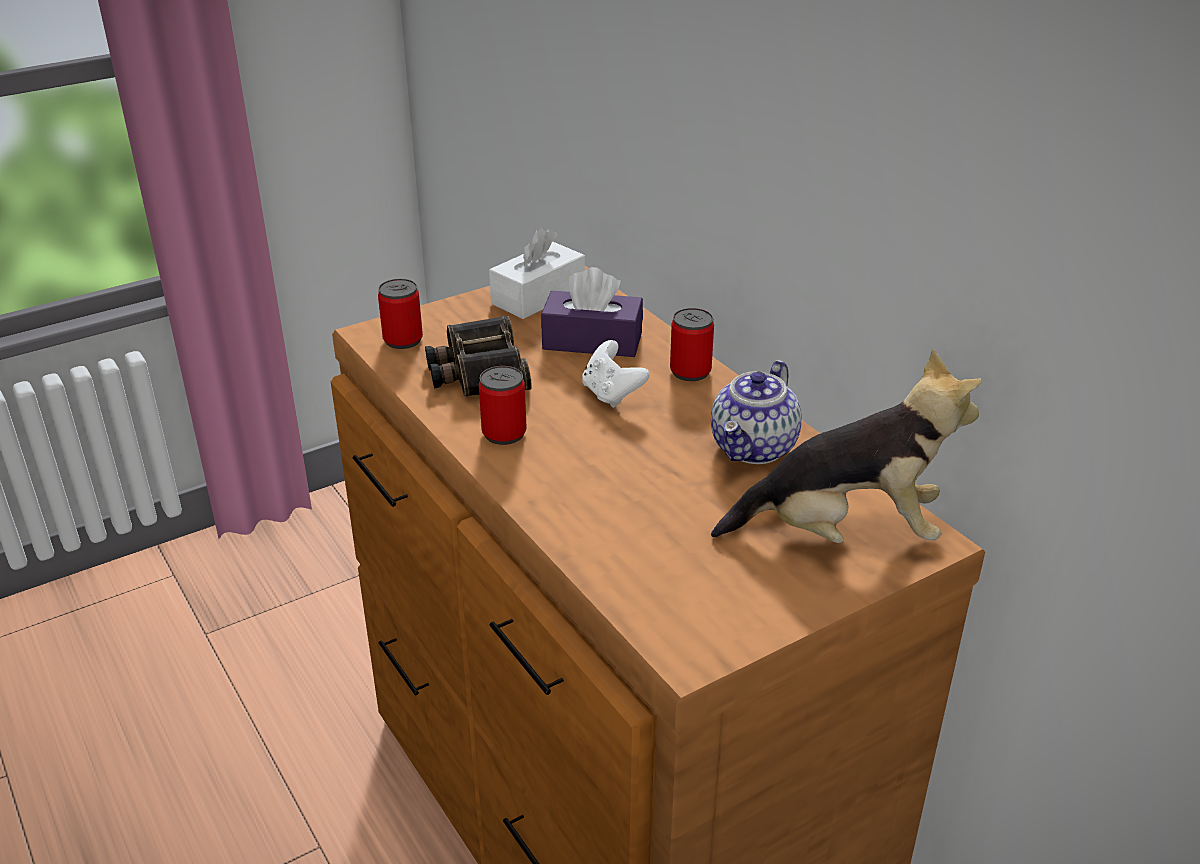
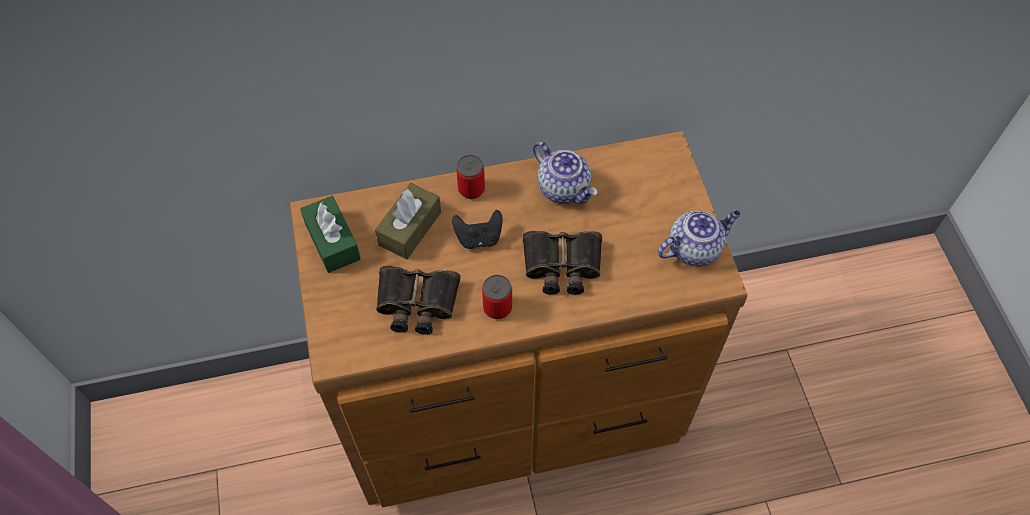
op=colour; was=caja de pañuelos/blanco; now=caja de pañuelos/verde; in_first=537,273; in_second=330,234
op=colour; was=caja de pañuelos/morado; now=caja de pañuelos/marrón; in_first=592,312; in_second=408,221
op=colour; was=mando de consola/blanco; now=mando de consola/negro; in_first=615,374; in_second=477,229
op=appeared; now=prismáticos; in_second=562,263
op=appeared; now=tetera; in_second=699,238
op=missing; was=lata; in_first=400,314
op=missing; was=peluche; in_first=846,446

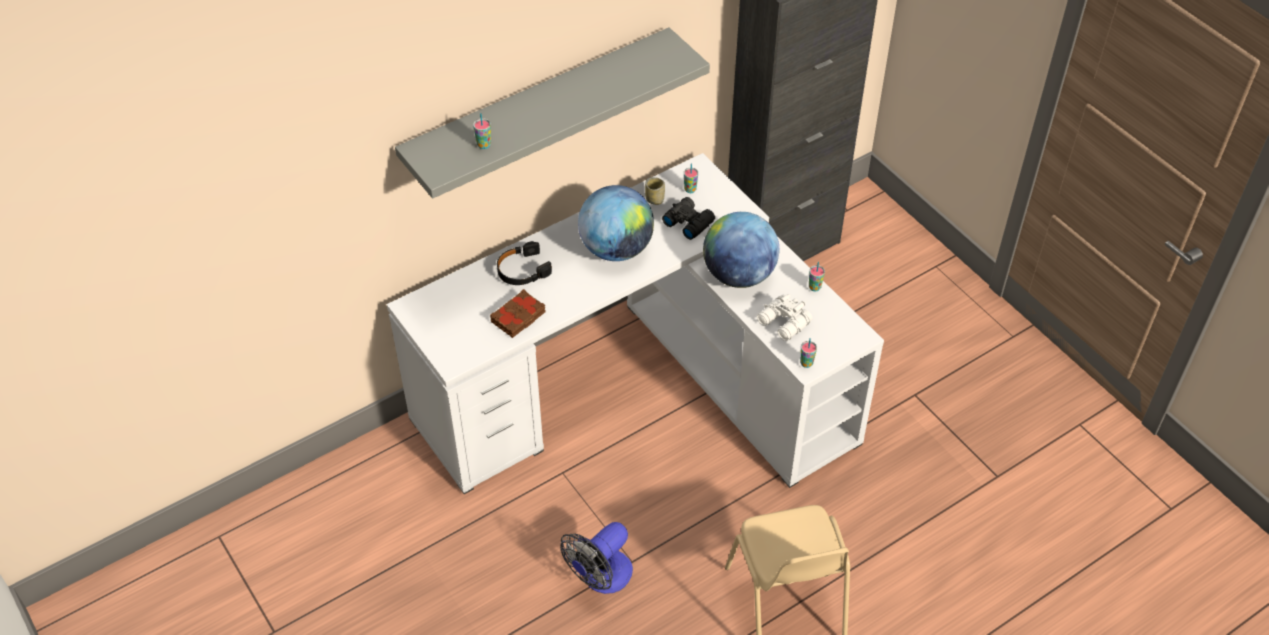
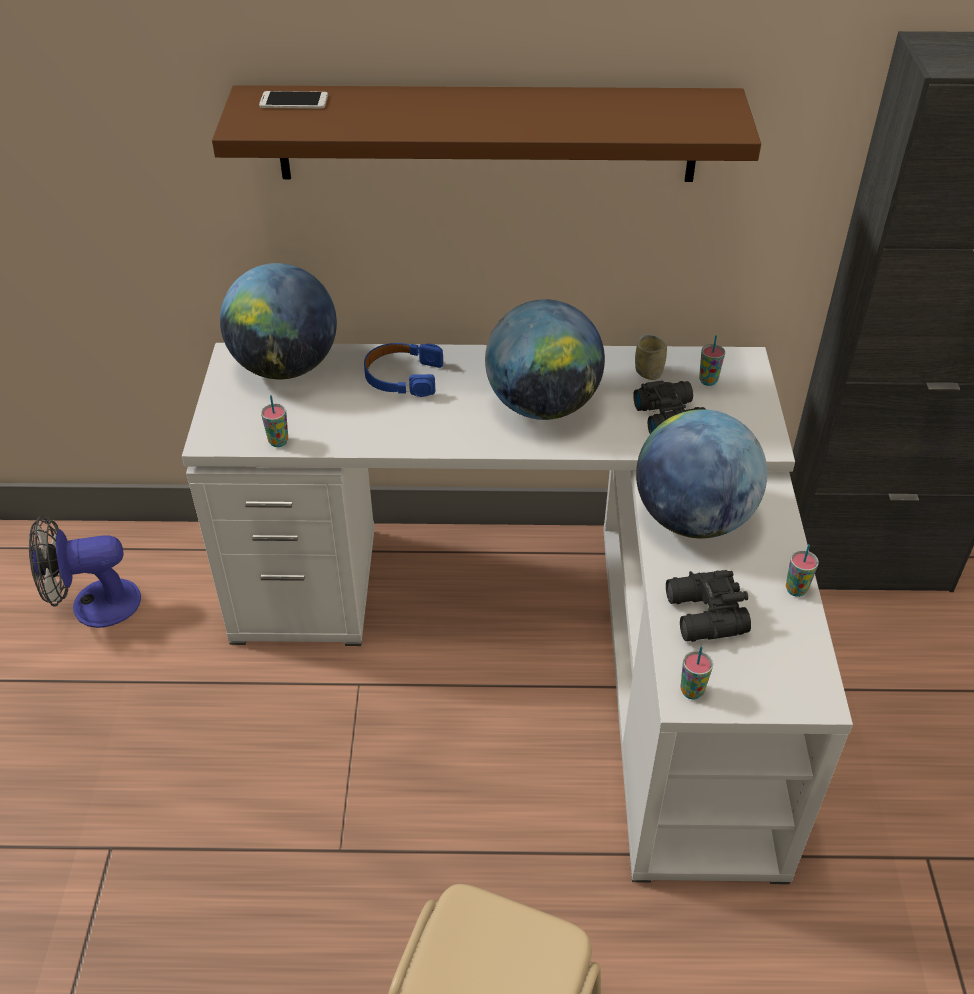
op=relocated; was=ventilador; in_first=596,558; in_second=85,572
op=colour; was=estante/gris; now=estante/marrón; in_first=552,113; in_second=486,133
op=appeared; now=globo terráqueo; in_second=278,321
op=appeared; now=móvil; in_second=293,100
op=relocated; was=taza; in_first=482,131; in_second=274,421
op=colour; was=auriculares/negro; now=auriculares/azul; in_first=524,263; in_second=403,370
op=colour; was=prismáticos/blanco; now=prismáticos/negro; in_first=784,317; in_second=708,606
op=missing; was=libro/marrón; in_first=517,313

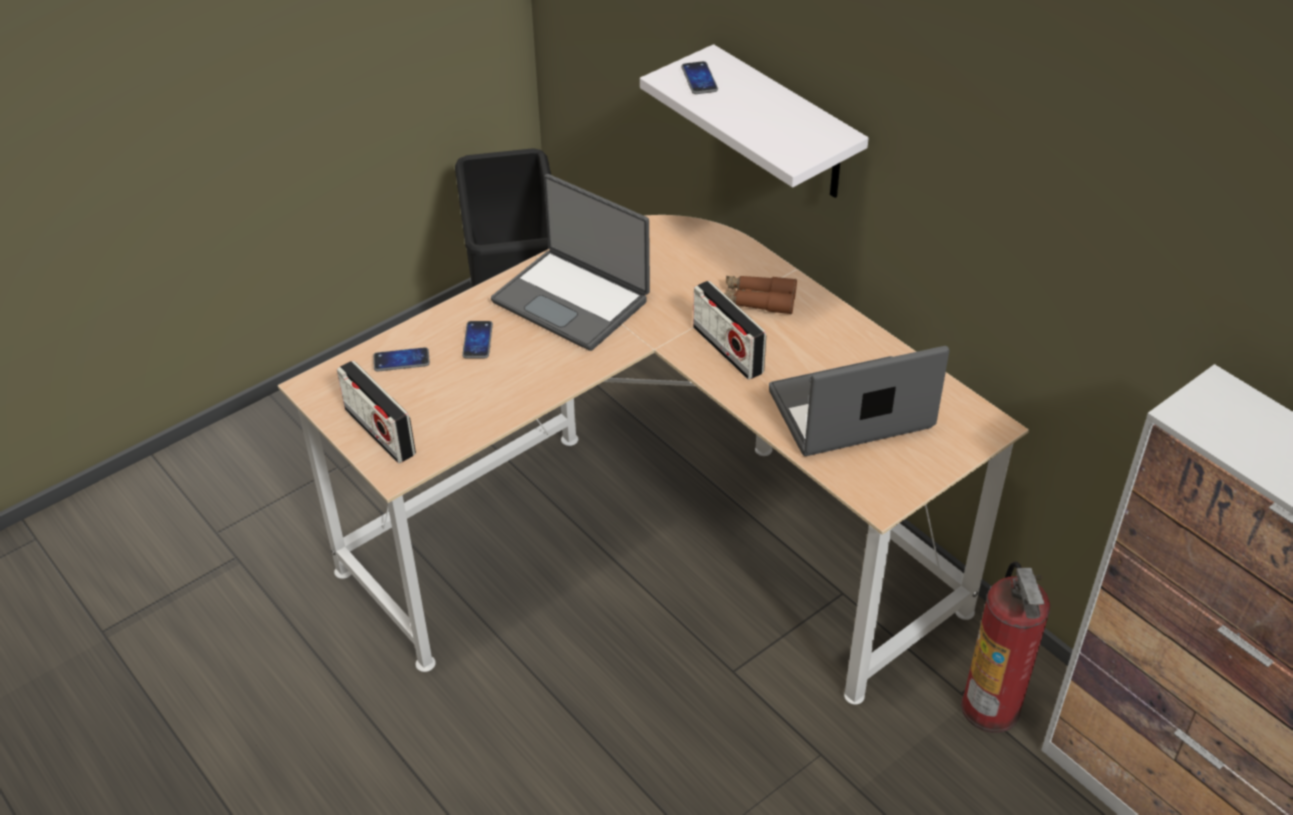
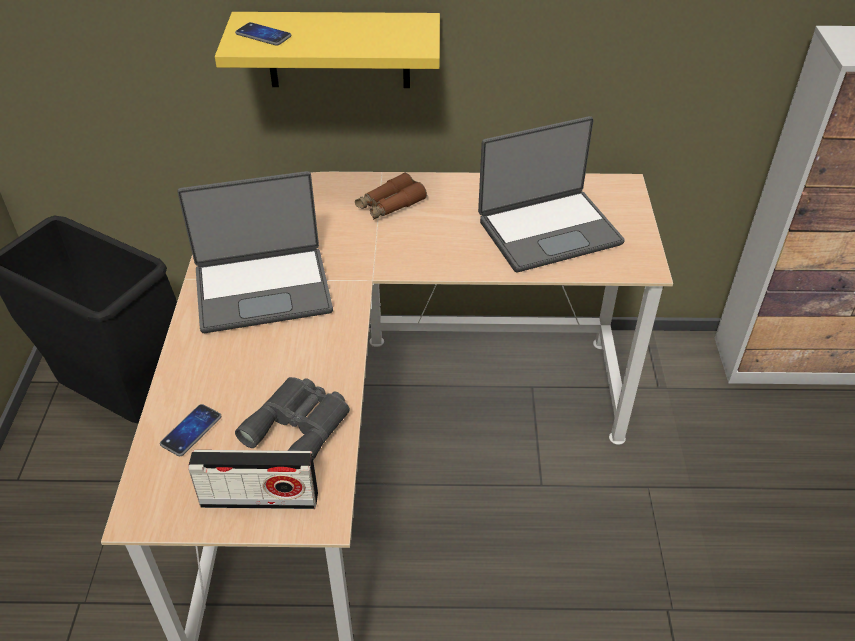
op=colour; was=estante/blanco; now=estante/amarillo; in_first=754,121; in_second=327,50
op=appeared; now=prismáticos/gris; in_second=292,419
op=spun; was=portátil; in_first=859,401; in_second=551,194; clockwise=-135
op=missing; was=móvil; in_first=477,339
op=missing; was=radio; in_first=729,330
op=missing; was=extintor; in_first=1006,647

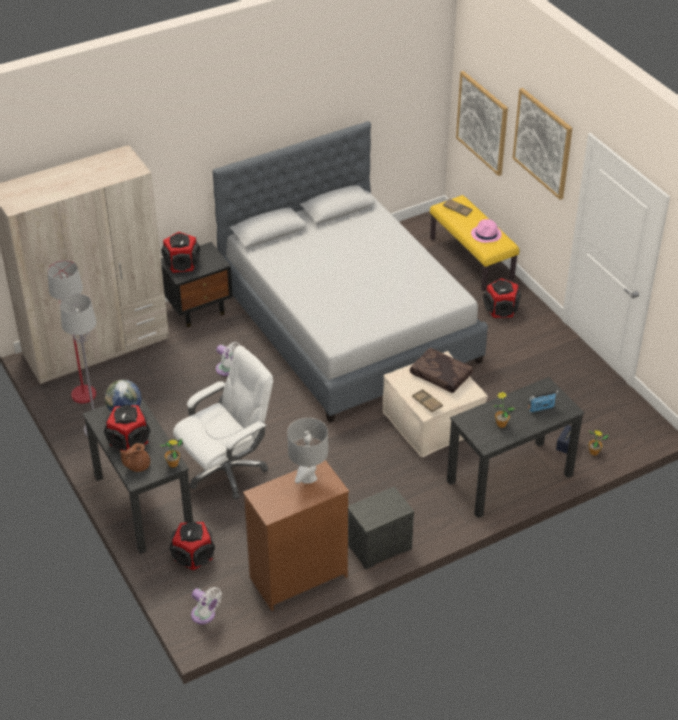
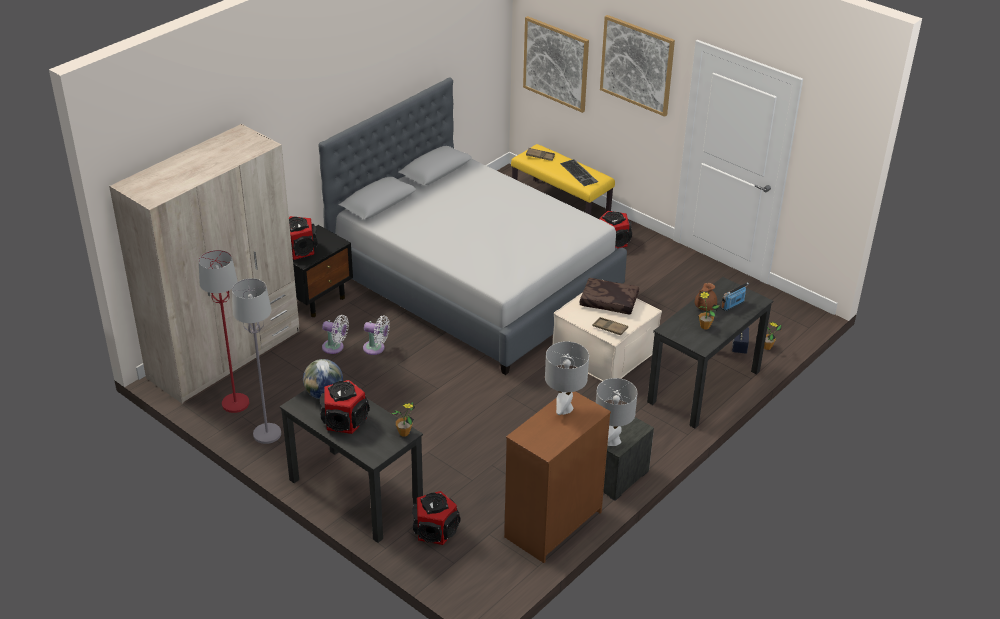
op=relocated; was=ventilador/blanco; in_first=206,605; in_second=335,334
op=exchanged; was=sombrero/rosa; now=teclado; in_first=486,231; in_second=579,172
op=appeared; now=lámpara de mesa/gris; in_second=616,412
op=relocated; was=tetera/marrón; in_first=135,457; in_second=706,297
op=missing; was=silla de oficina/blanco; in_first=223,422

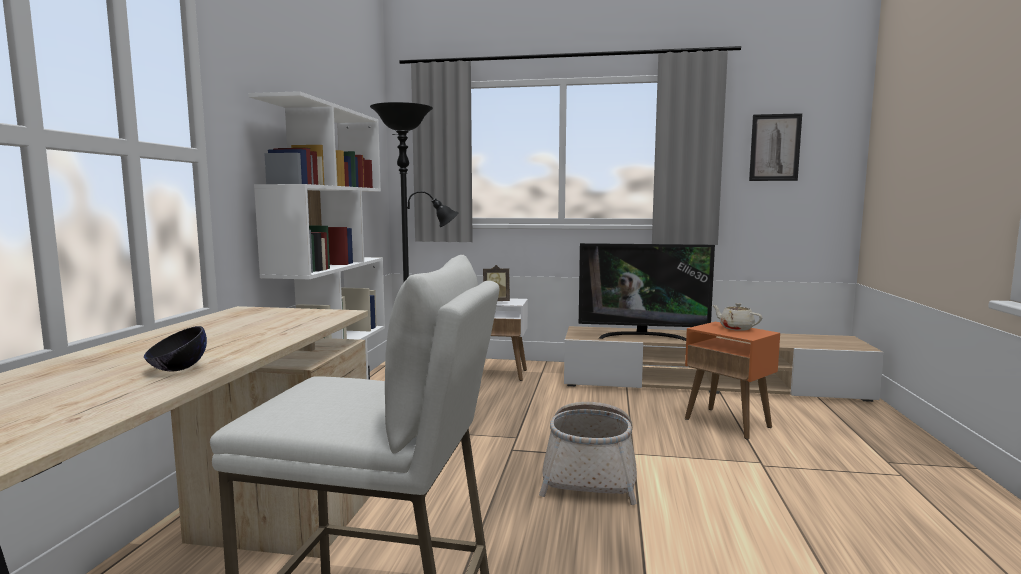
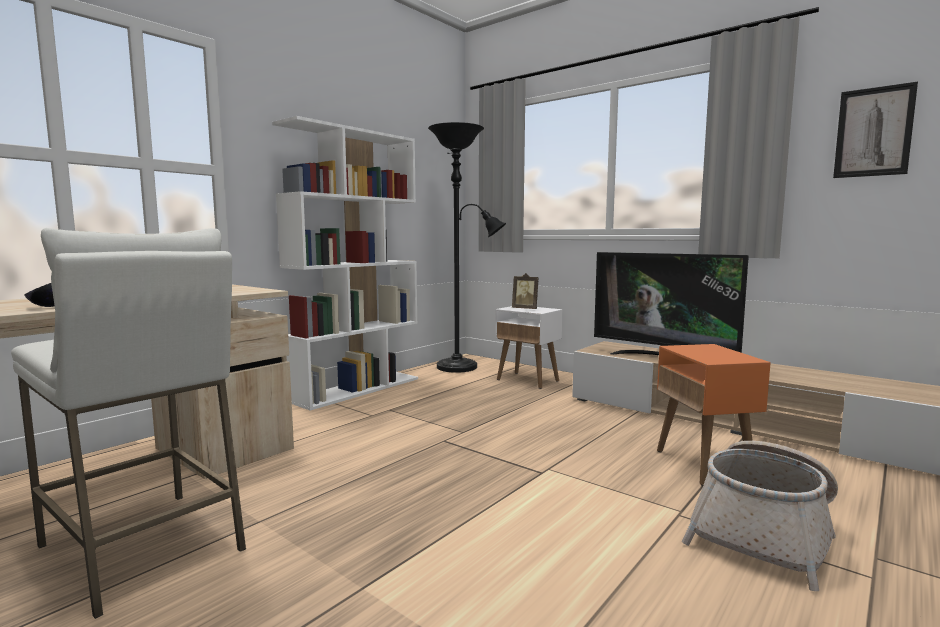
op=relocated; was=cesta; in_first=588,453; in_second=760,516
op=missing; was=tetera/beis; in_first=737,317

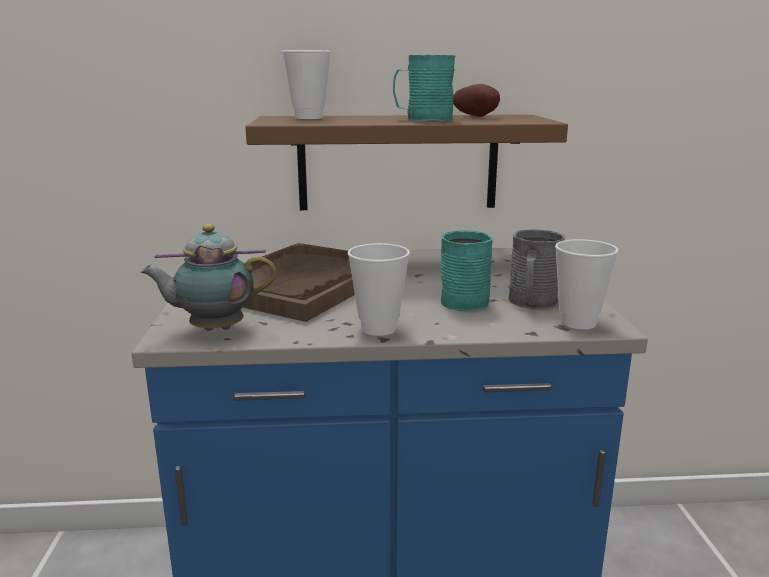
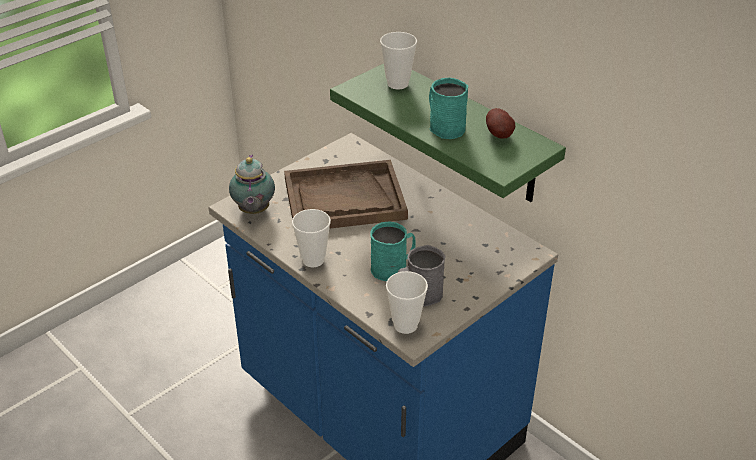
op=spun; was=tetera; in_first=208,277; in_second=252,184; clockwise=-135
op=colour; was=estante/marrón; now=estante/verde; in_first=407,162; in_second=448,133

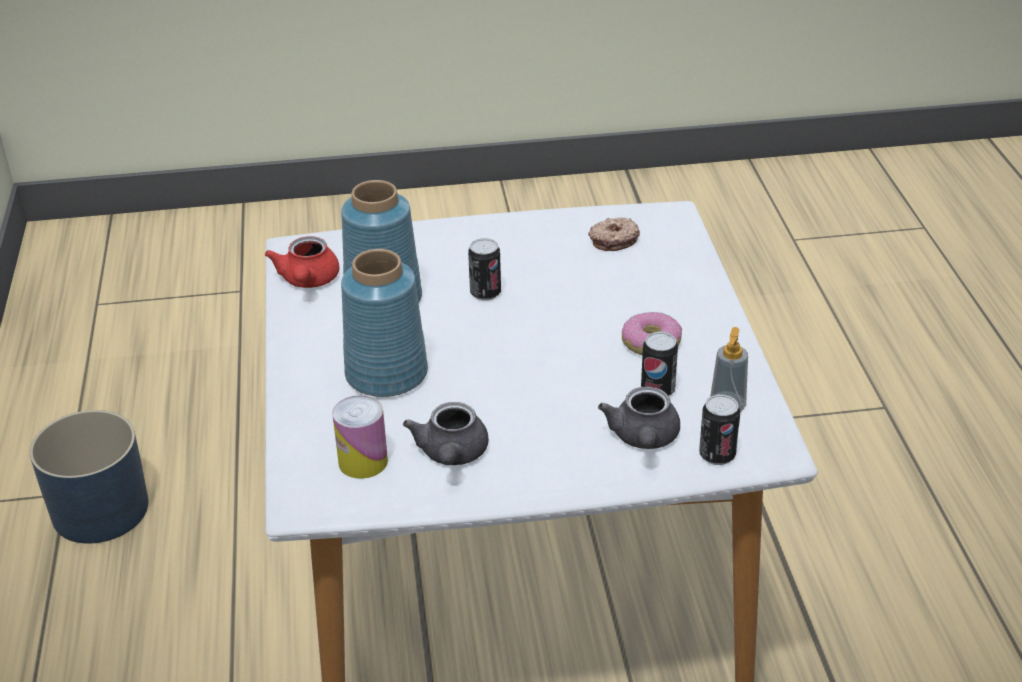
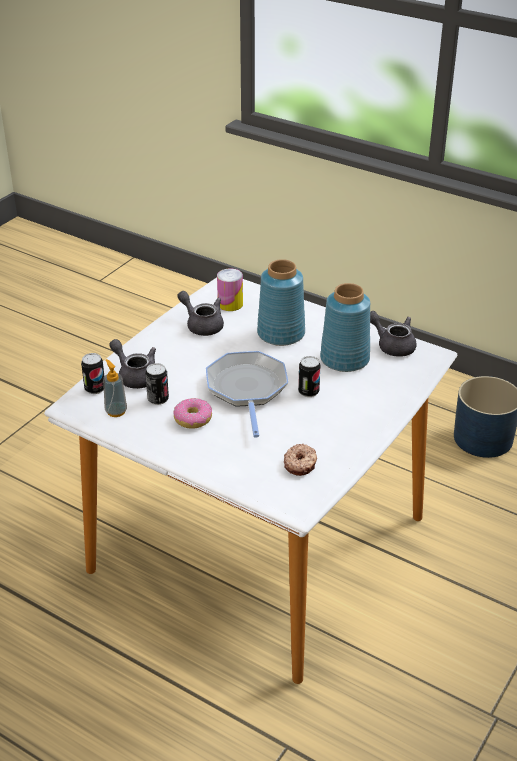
op=appeared; now=sartén; in_second=247,394
op=colour; was=tetera/rojo; now=tetera/gris; in_first=302,262; in_second=393,334

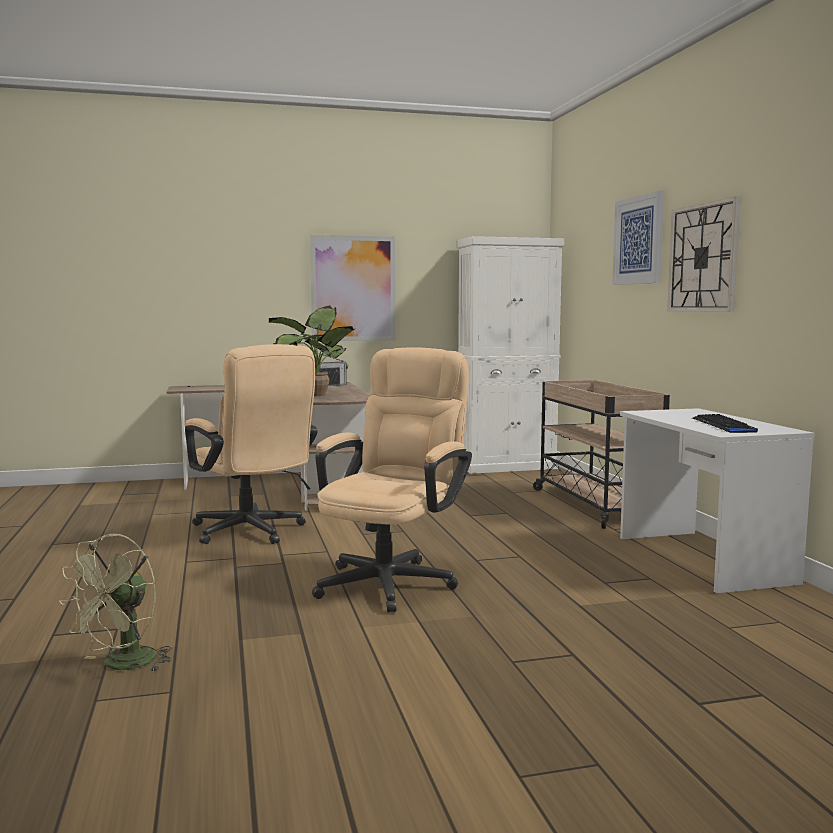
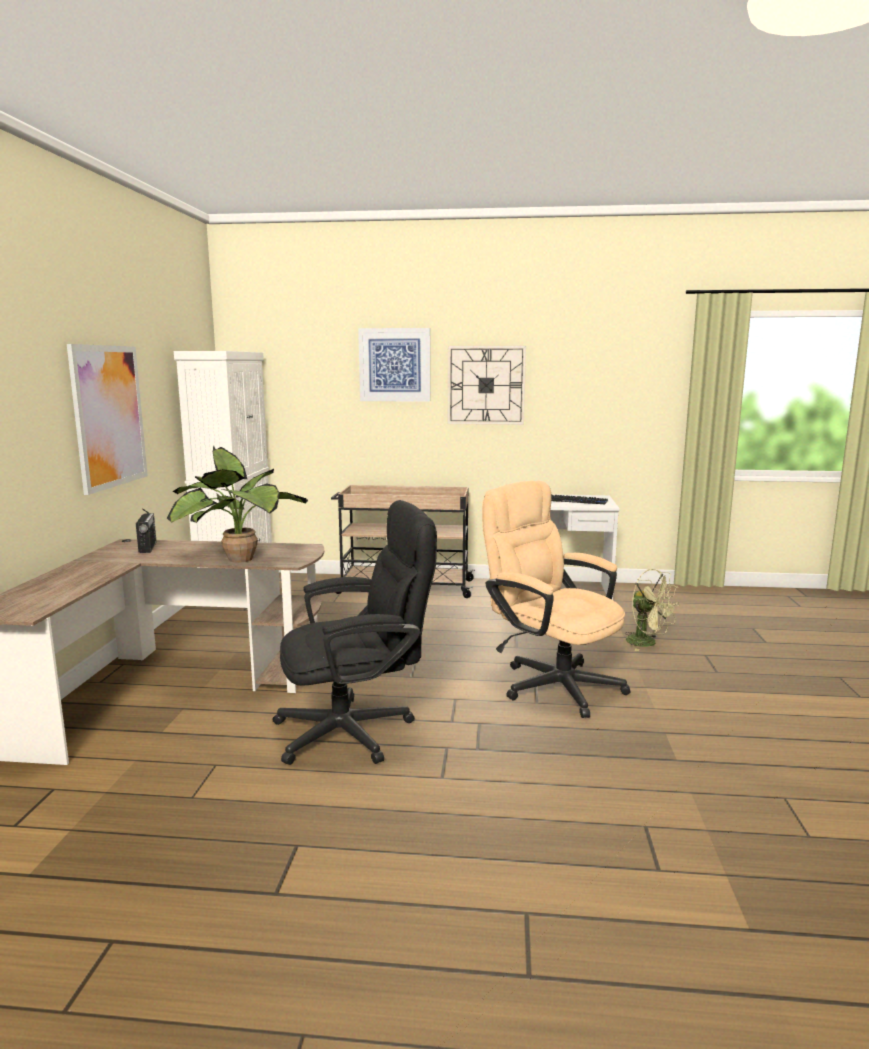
op=colour; was=silla de oficina/beis; now=silla de oficina/negro; in_first=251,444; in_second=355,632
op=relocated; was=ventilador/verde; in_first=115,603; in_second=653,610

